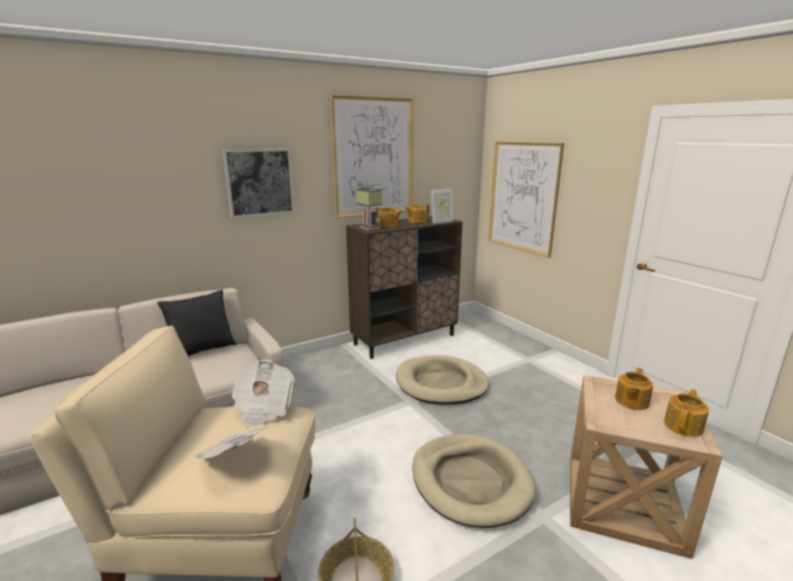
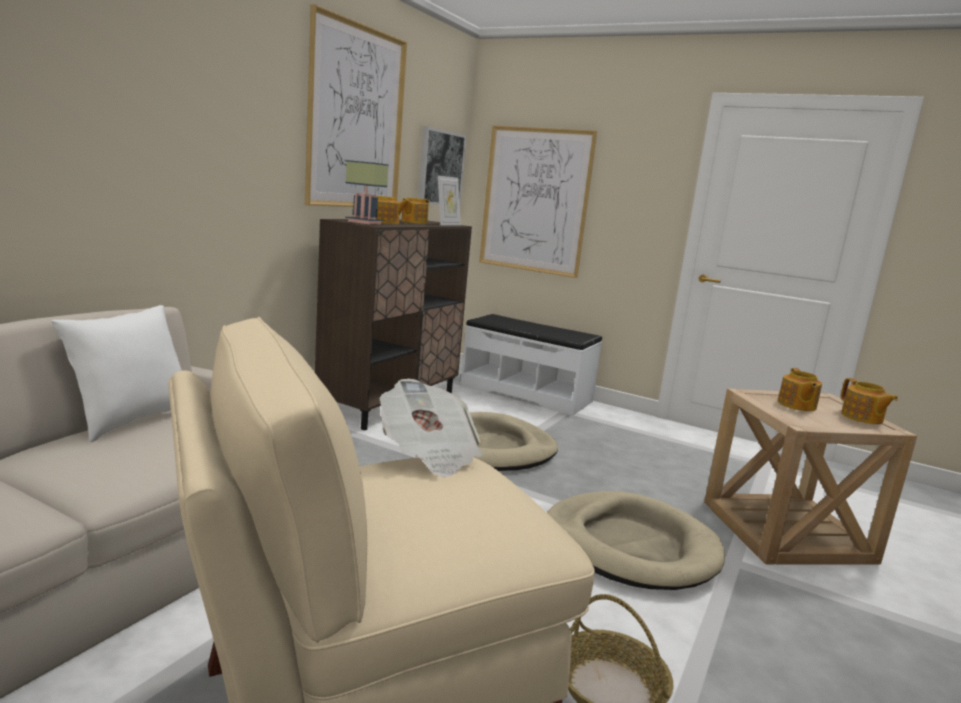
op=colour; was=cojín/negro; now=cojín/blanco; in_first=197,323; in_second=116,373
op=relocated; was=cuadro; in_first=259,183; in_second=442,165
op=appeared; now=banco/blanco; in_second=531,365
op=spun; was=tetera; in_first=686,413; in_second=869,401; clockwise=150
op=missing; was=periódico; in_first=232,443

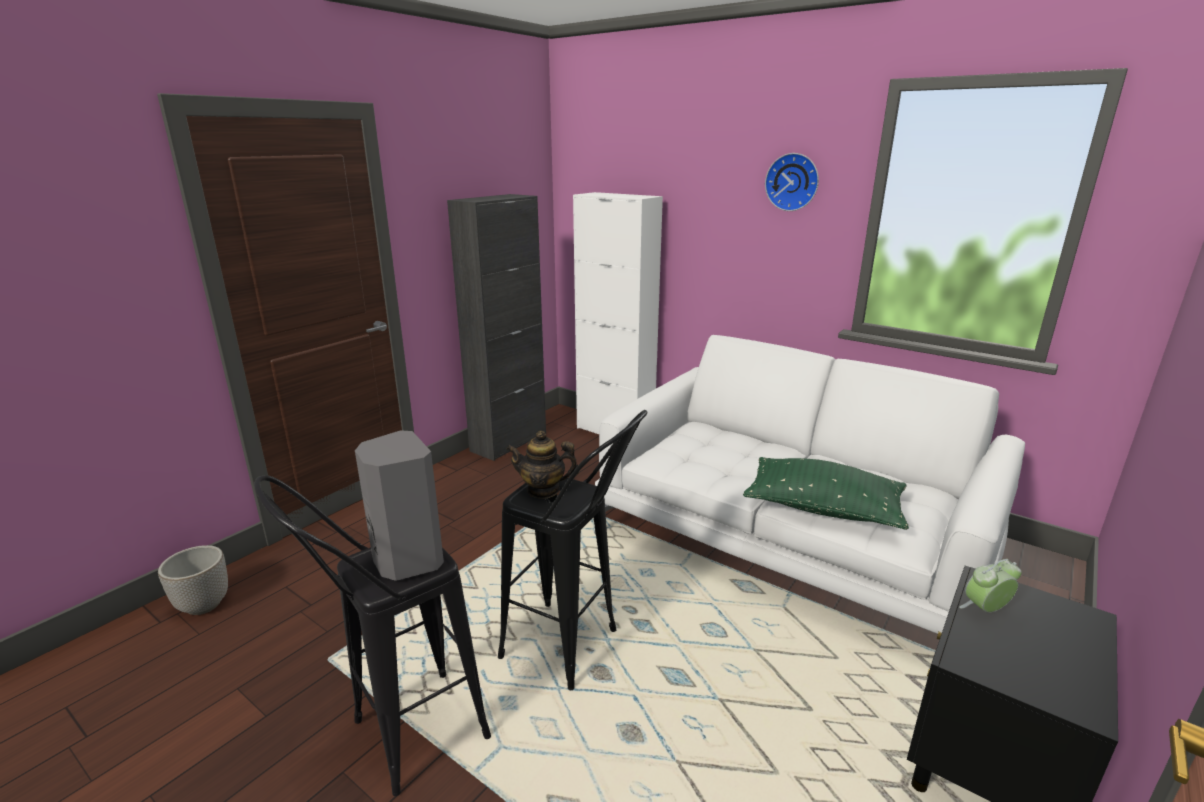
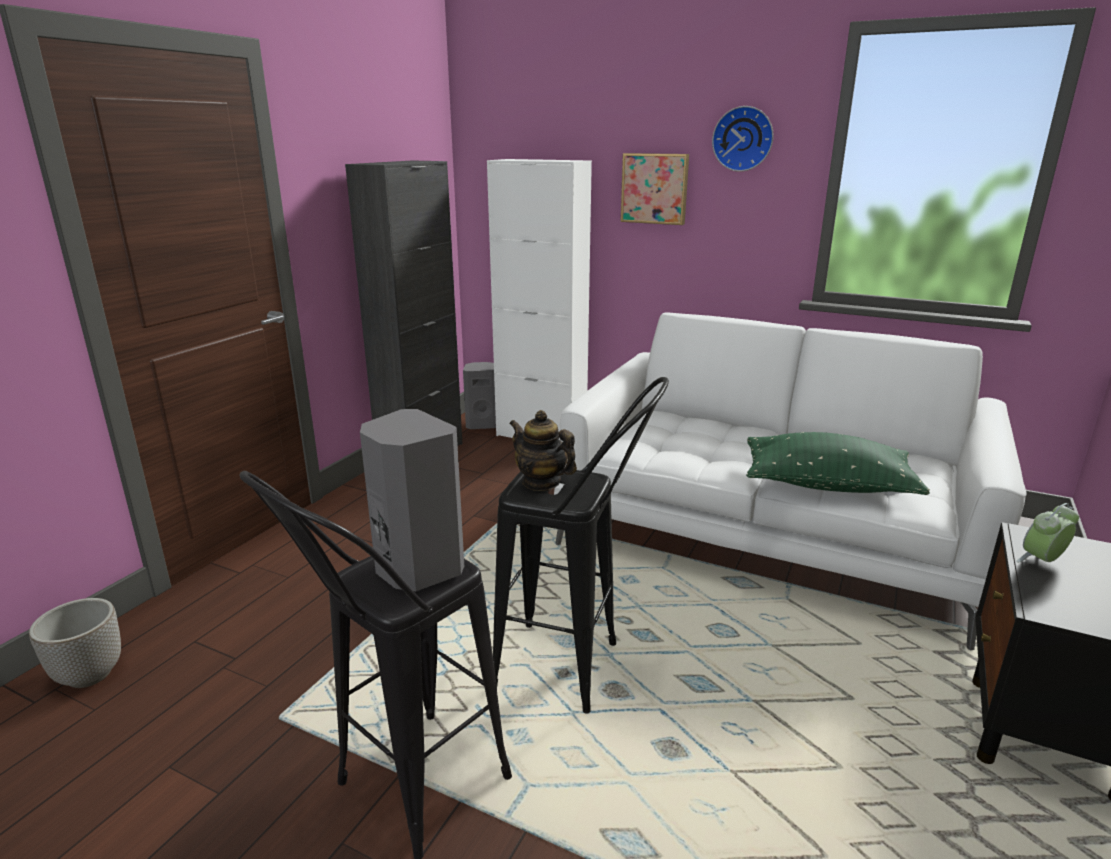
op=appeared; now=altavoz/gris; in_second=479,395
op=spun; was=tetera; in_first=543,465; in_second=543,450; clockwise=45
op=appeared; now=cuadro; in_second=655,189

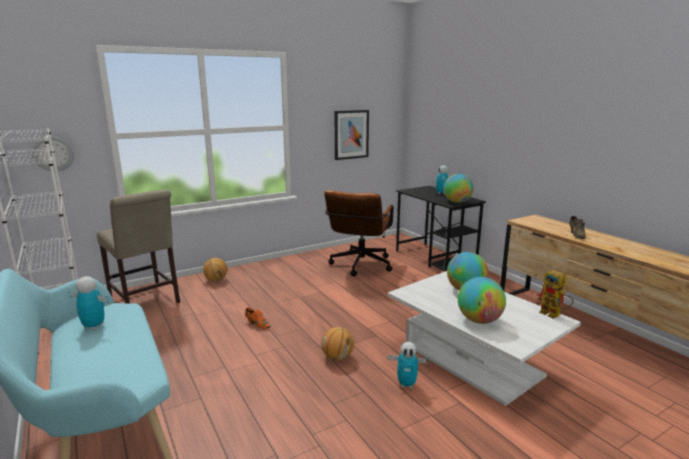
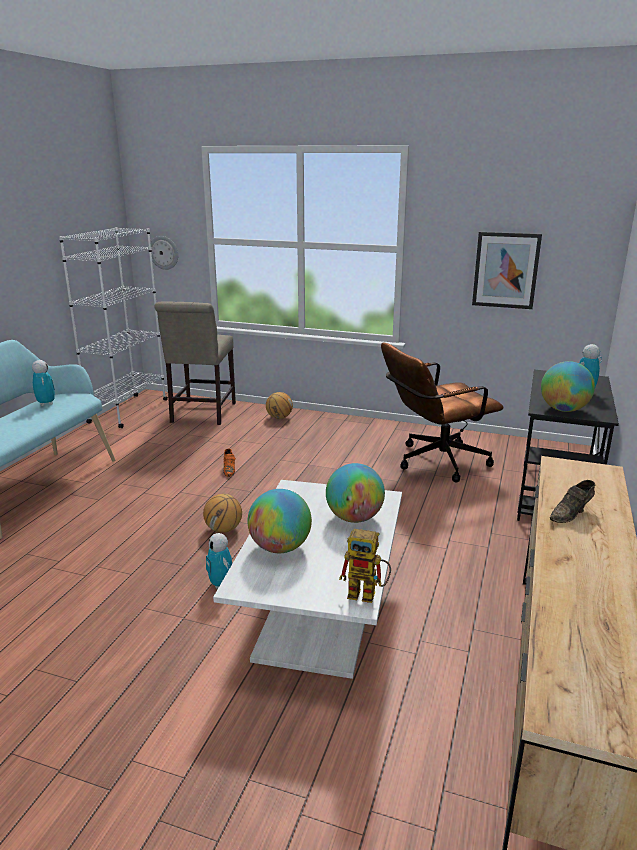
op=spun; was=robot de juguete; in_first=555,294; in_second=365,566; clockwise=-90

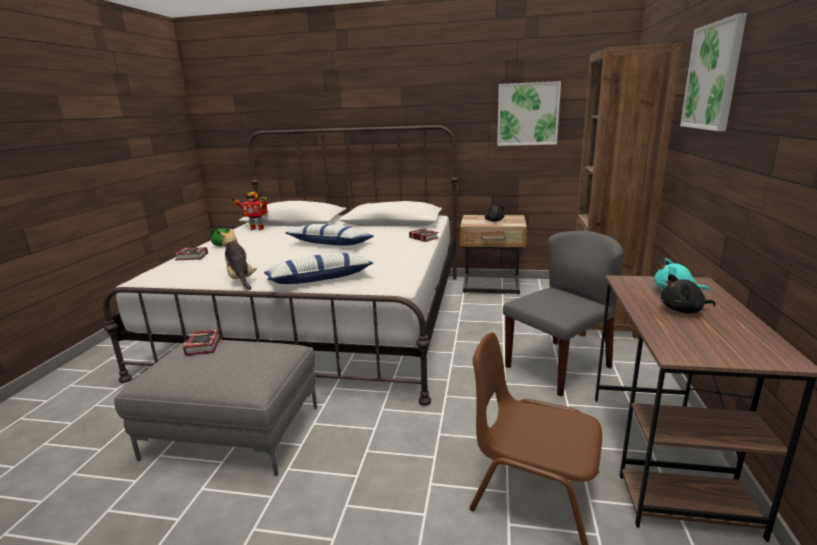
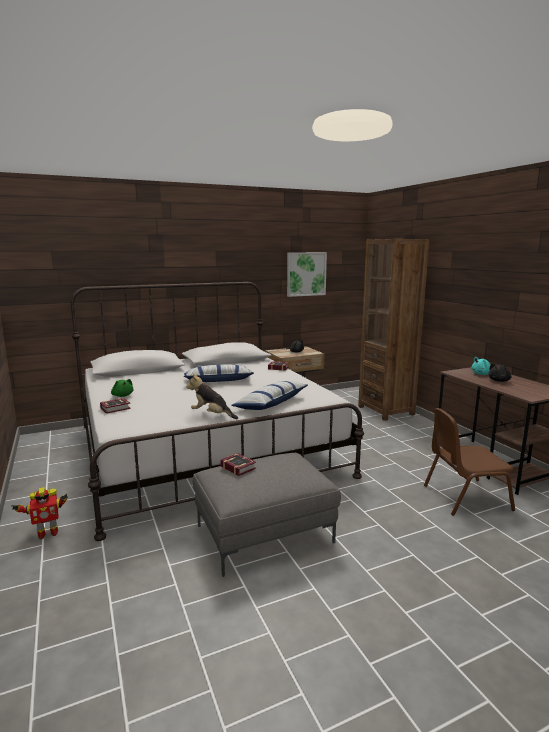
op=relocated; was=robot de juguete; in_first=249,211; in_second=39,513
op=missing; was=silla/gris; in_first=563,313
op=missing; was=cuadro; in_first=713,72

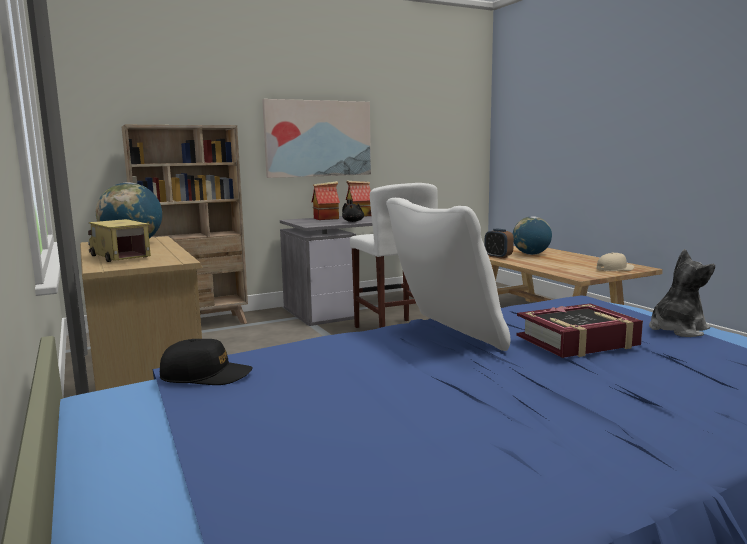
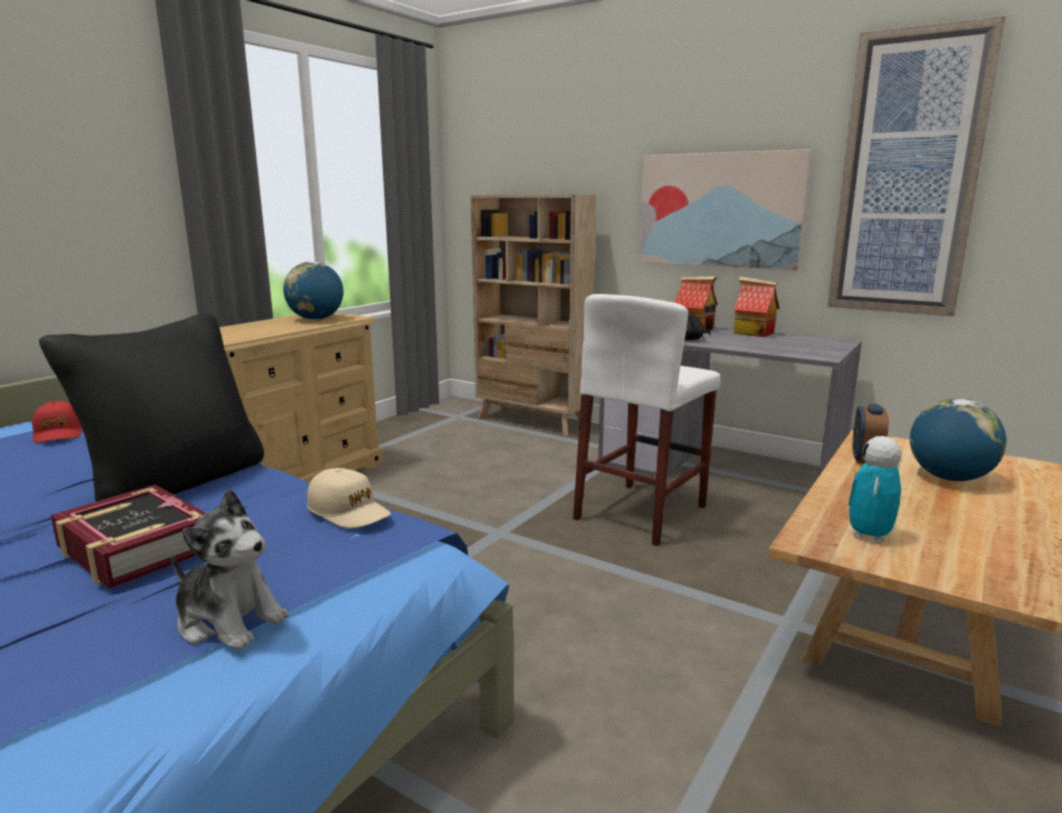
op=colour; was=gorra/negro; now=gorra/rojo; in_first=206,362; in_second=57,422
op=colour; was=cojín/blanco; now=cojín/negro; in_first=448,274; in_second=151,408
op=relocated; was=gorra/beis; in_first=615,262; in_second=349,498
op=appeared; now=cuadro; in_second=916,166
op=appeared; now=robot de juguete; in_second=875,489
op=missing; was=camión de juguete; in_first=119,240

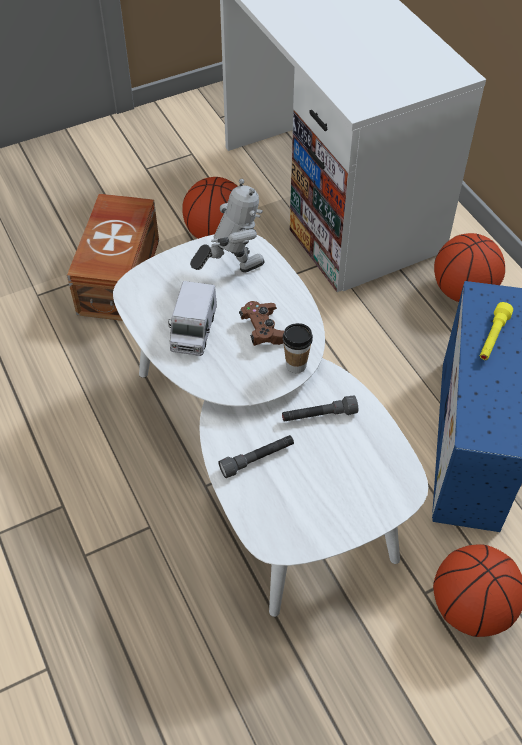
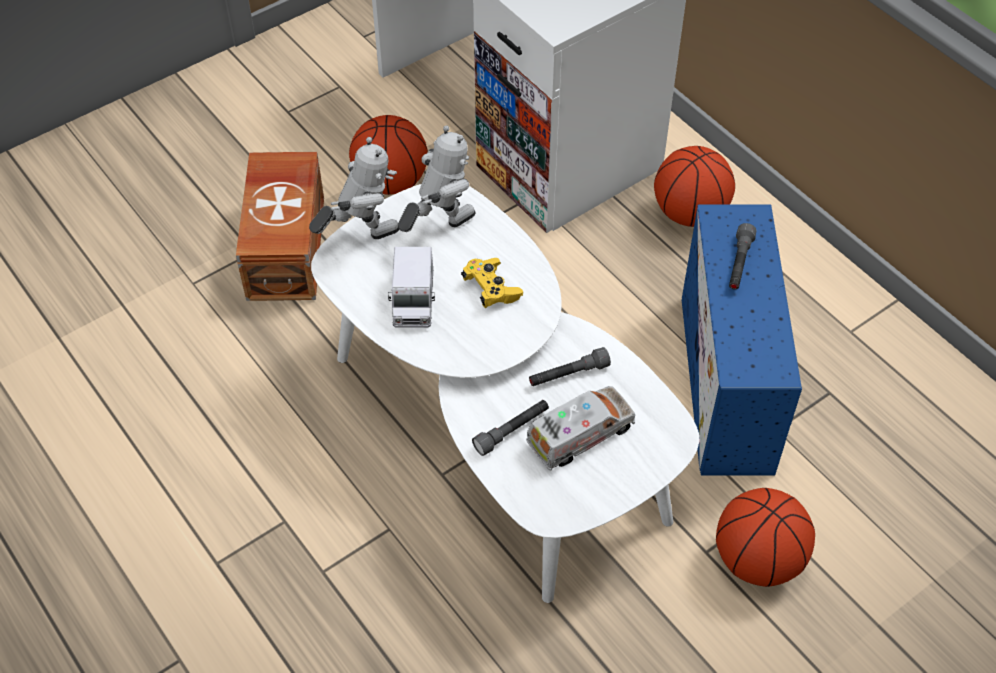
op=appeared; now=robot de juguete; in_second=354,188
op=colour; was=mando de consola/marrón; now=mando de consola/amarillo; in_first=261,323; in_second=492,283
op=appeared; now=camión de juguete; in_second=580,428
op=colour; was=linterna/amarillo; now=linterna/gris; in_first=496,331; in_second=743,256
op=missing; was=taza; in_first=298,348

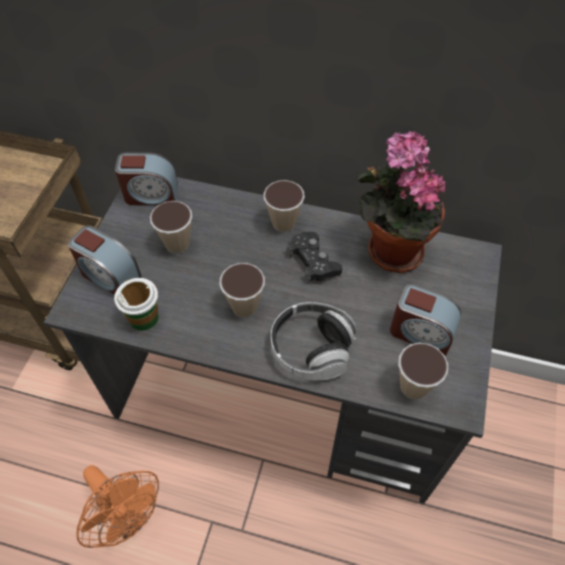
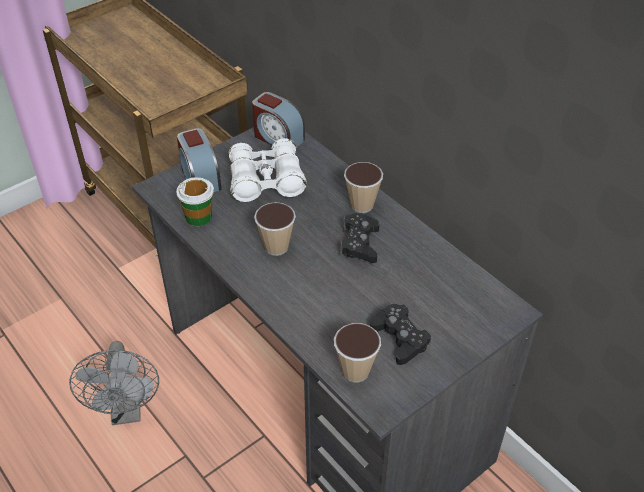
op=colour; was=ventilador/naranja; now=ventilador/gris; in_first=118,506; in_second=114,383
op=exchanged; was=taza; now=prismáticos/blanco; in_first=171,227; in_second=267,170
op=exchanged; was=despertador; now=mando de consola/negro; in_first=425,319; in_second=400,334
op=missing; was=auriculares; in_first=314,341
op=missing; was=planta en maceta; in_first=401,202

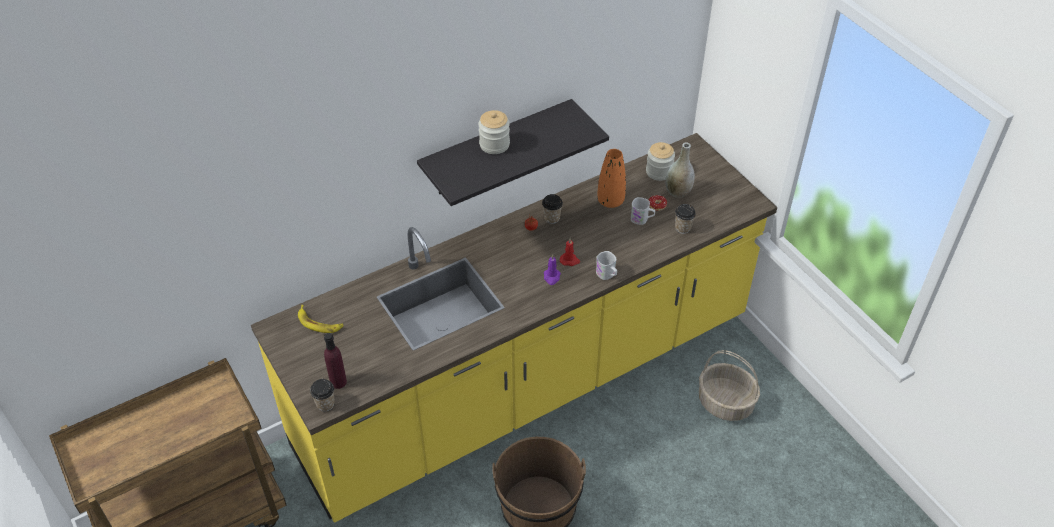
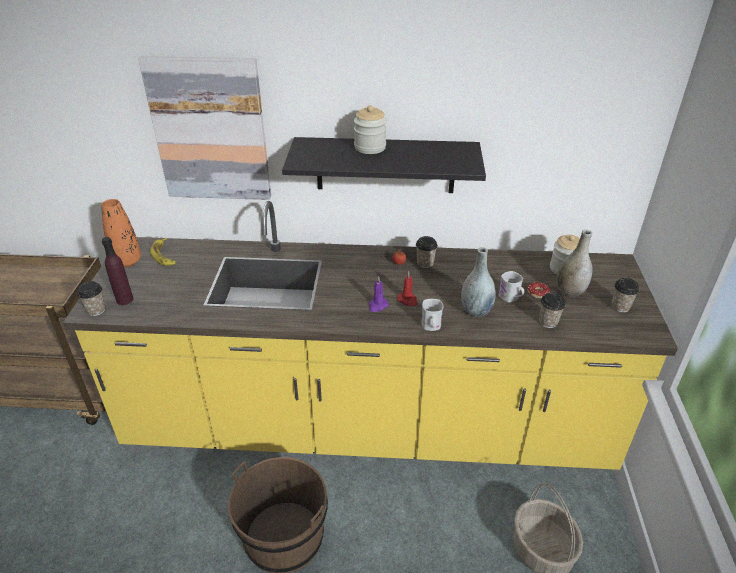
op=relocated; was=florero/naranja; in_first=611,178; in_second=121,233
op=appeared; now=cuadro; in_second=204,128
op=appeared; now=florero/gris; in_second=478,282
op=appeared; now=taza; in_second=625,295

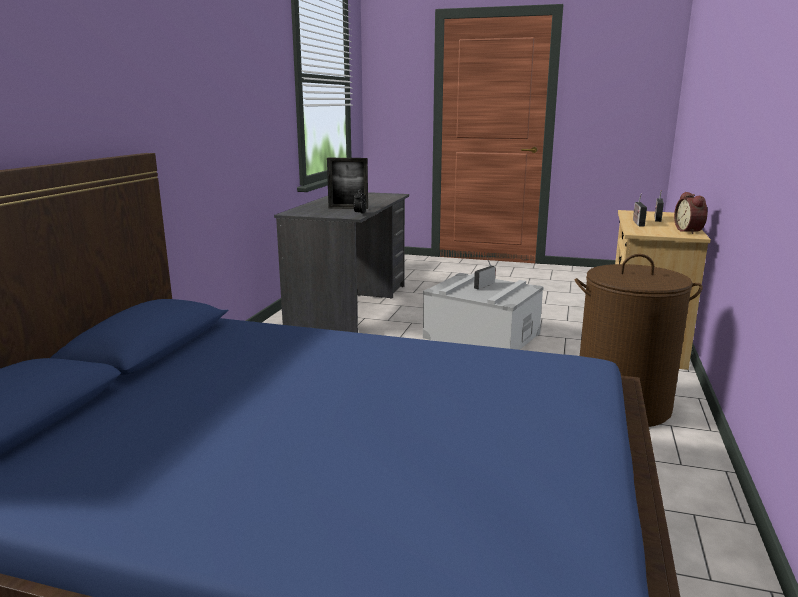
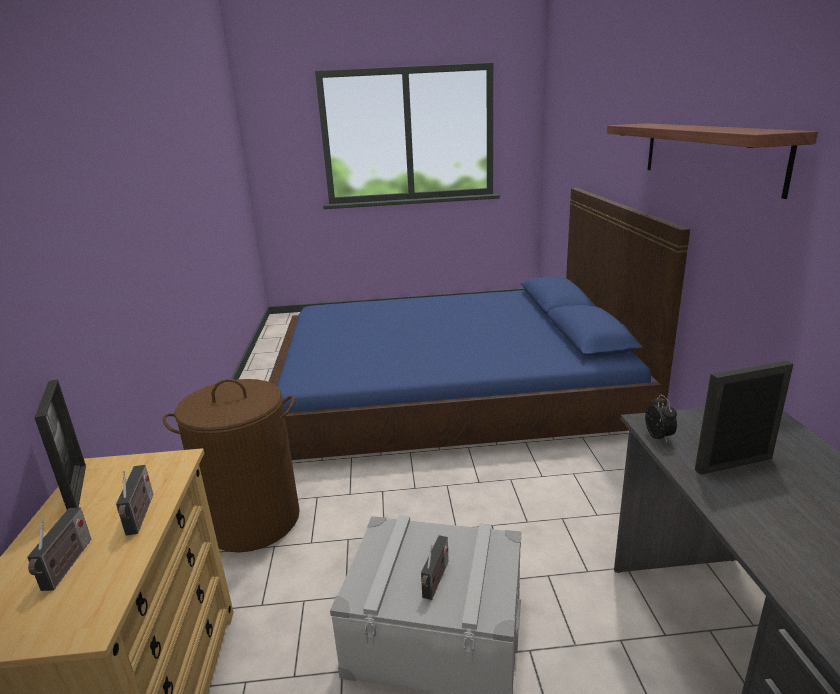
op=exchanged; was=despertador; now=portarretratos; in_first=690,213; in_second=60,444
op=appeared; now=estante; in_second=712,161

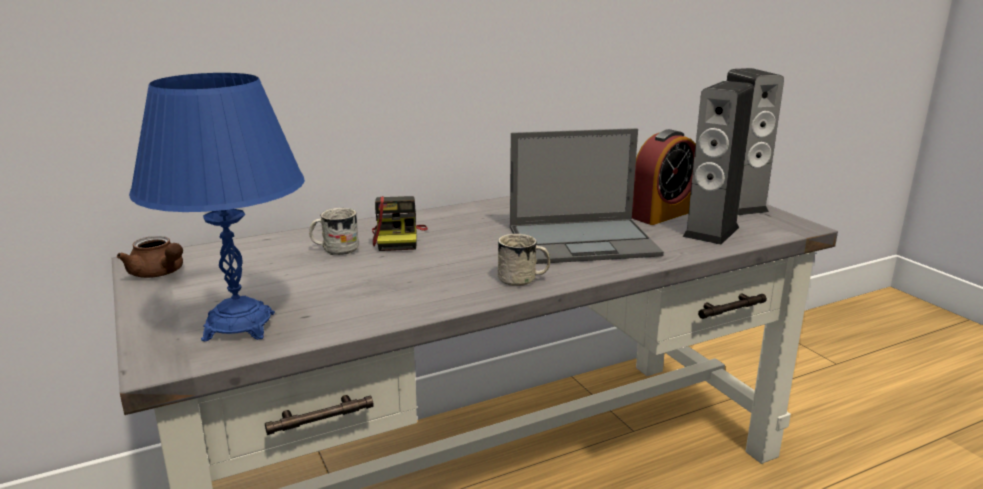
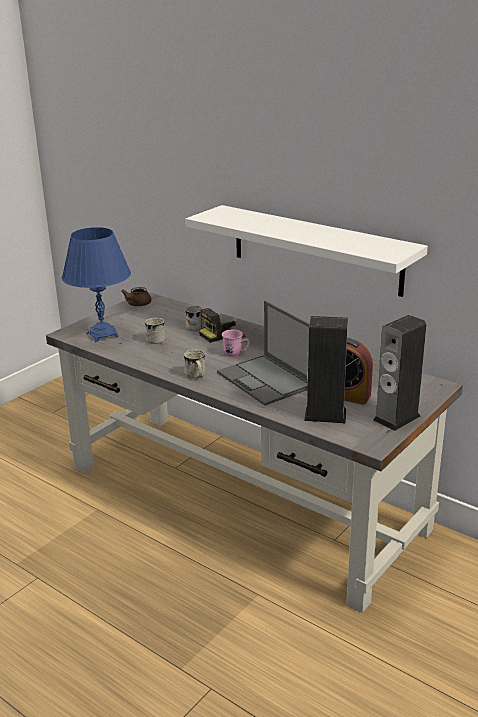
op=appeared; now=taza grande/blanco; in_second=155,331
op=appeared; now=estante/blanco; in_second=306,251
op=appeared; now=taza grande/rosa; in_second=236,343

